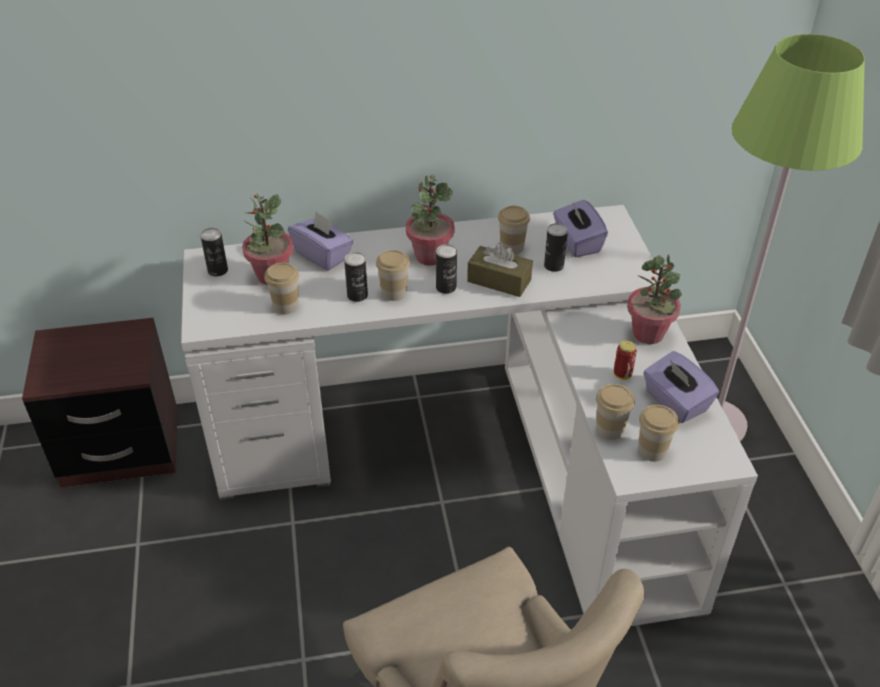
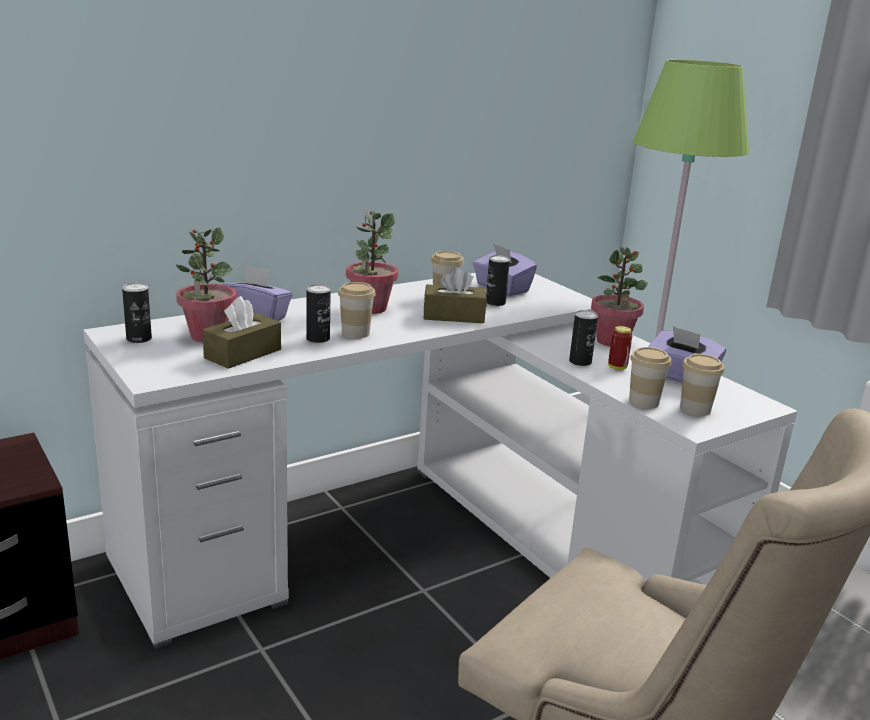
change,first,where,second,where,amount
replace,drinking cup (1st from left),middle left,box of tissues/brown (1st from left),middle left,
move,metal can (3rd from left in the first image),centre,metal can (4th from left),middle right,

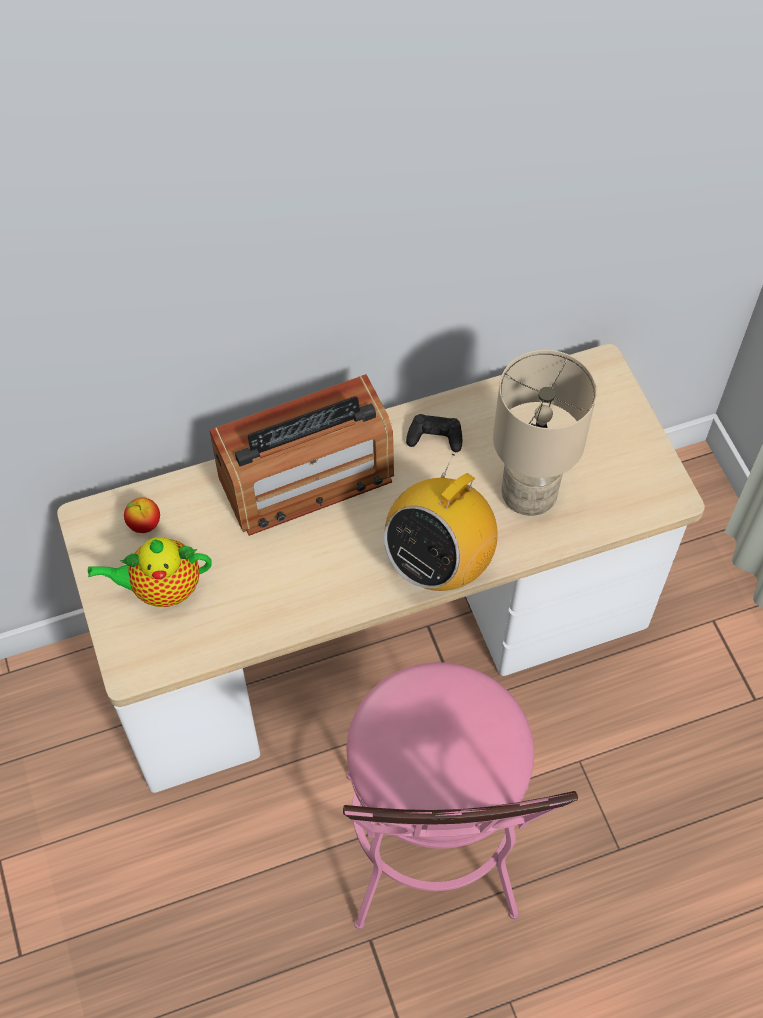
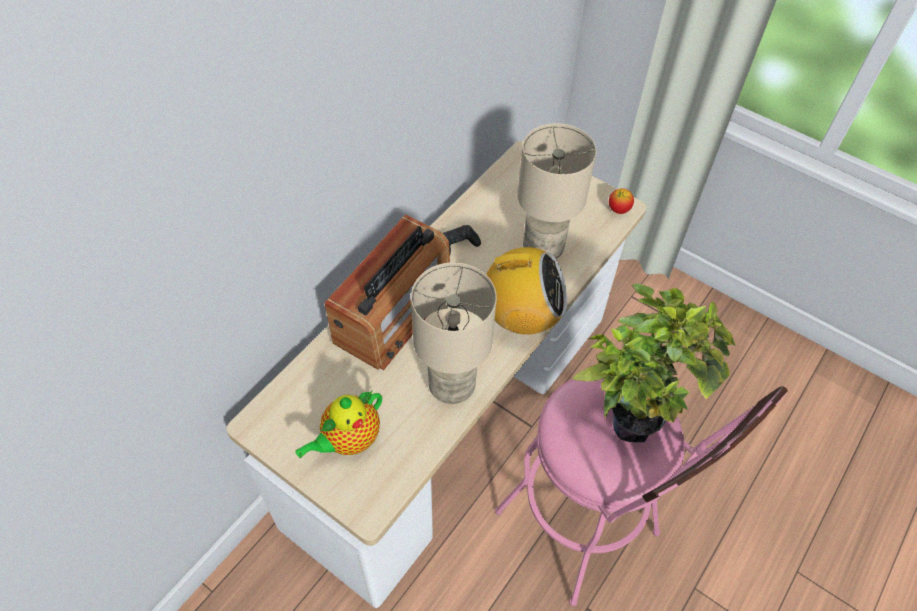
change,first,where,second,where,amount
move,apple,middle left,,top right,
rotate,radio set (2nd from left),centre,,centre,90 degrees counterclockwise
insert,,,lamp for a table/beige (1st from left),centre,
insert,,,potted plant,middle right,

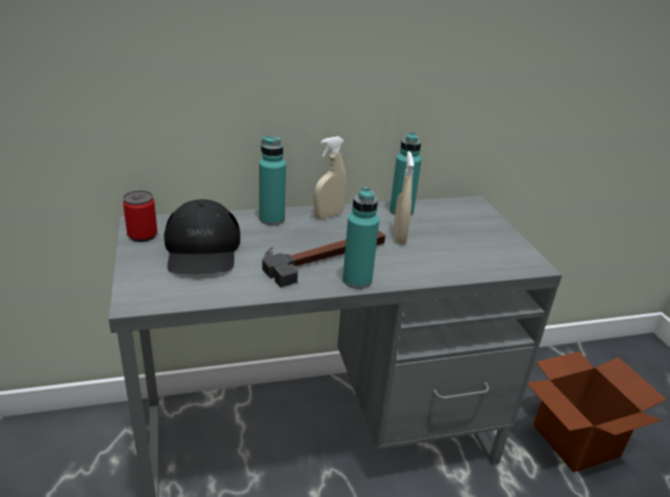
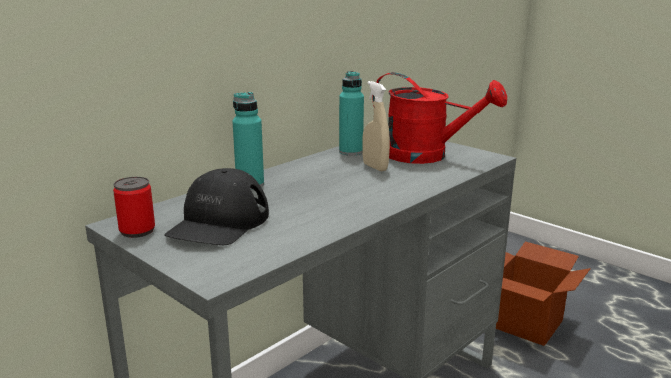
change,first,where,second,where,amount
rotate,peaked cap/blackish,middle left,,middle left,60 degrees clockwise
delete,tool hammer,centre,,,
delete,spray bottle/beige (1st from left),centre,,,
delete,beverage bottle/turquoise-coloured (2nd from left),centre,,,
insert,,,sprinkling can/red,top centre,

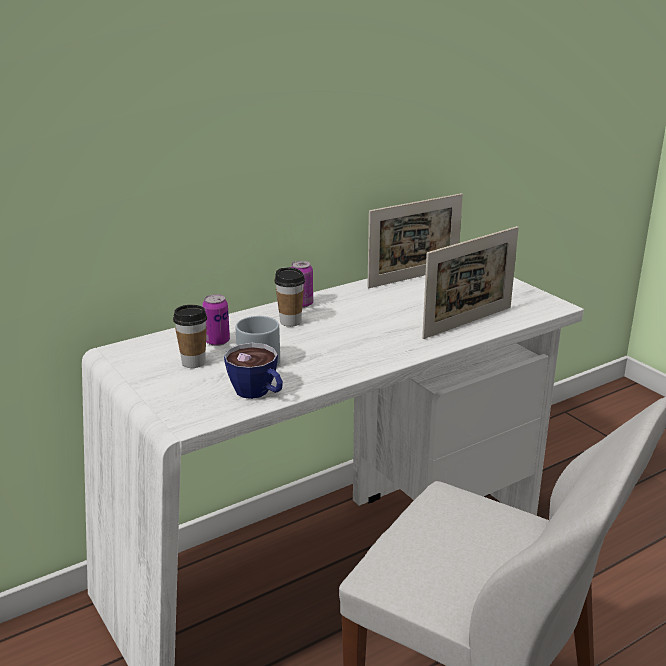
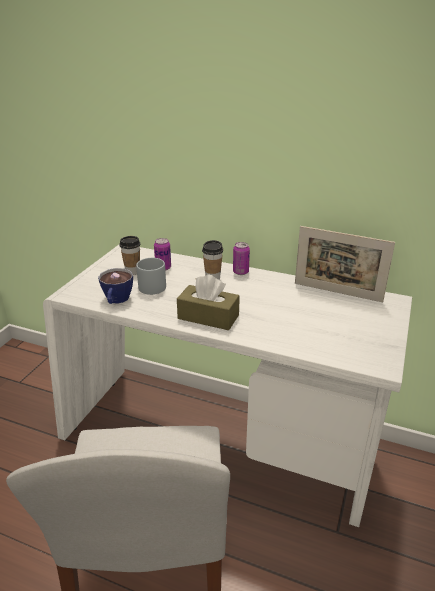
change,first,where,second,where,amount
delete,picture frame (2nd from left),middle right,,,
insert,,,box of tissues/brown,centre,

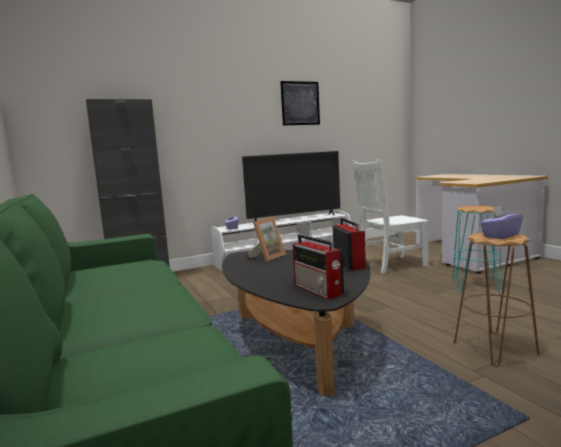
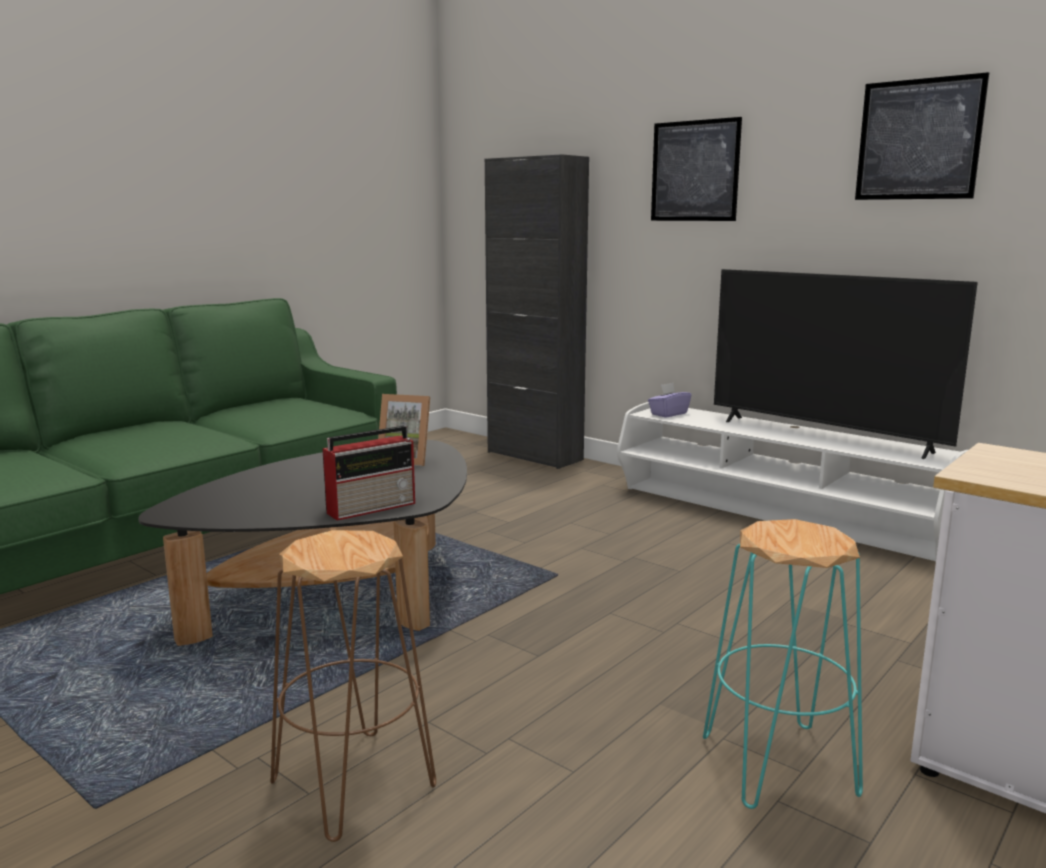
change,first,where,second,where,amount
delete,radio set (1st from left),centre,,,
delete,upright chair/white-coloured,middle right,,,
delete,box of tissues/purplish (2nd from left),middle right,,,
insert,,,picture (1st from left),top centre,

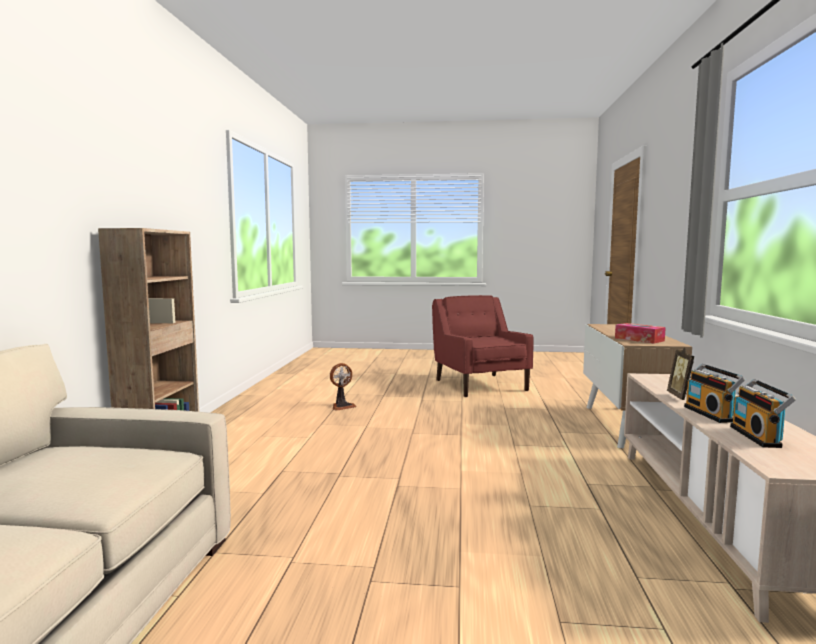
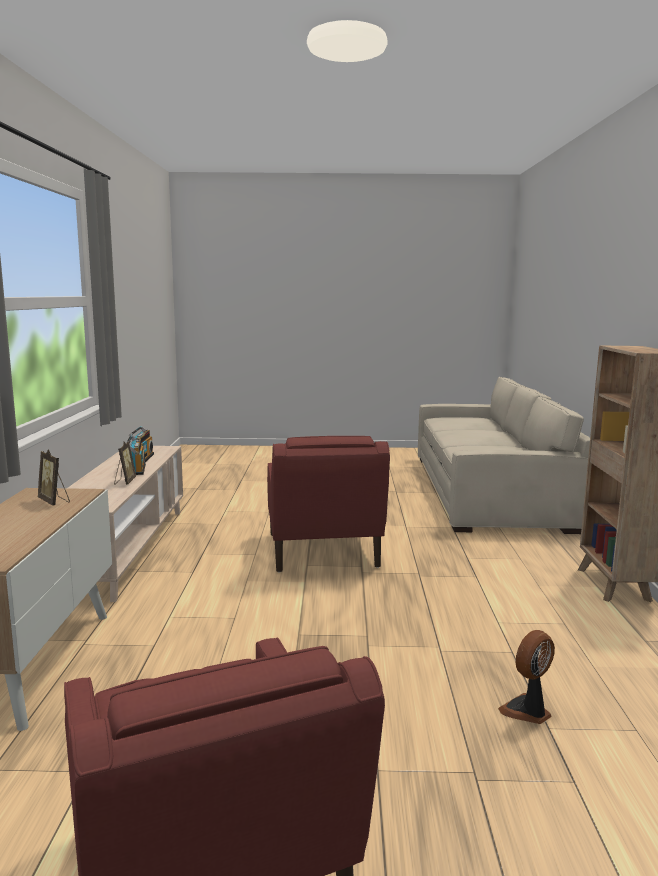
change,first,where,second,where,amount
replace,box of tissues,middle right,picture frame (1st from left),middle left,
insert,,,armchair/red (2nd from left),centre,

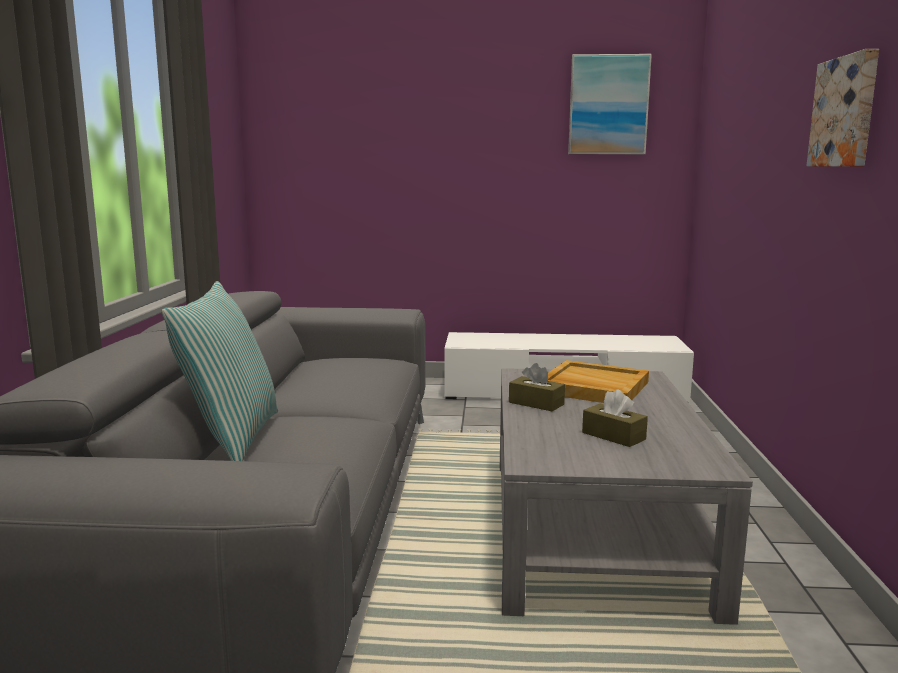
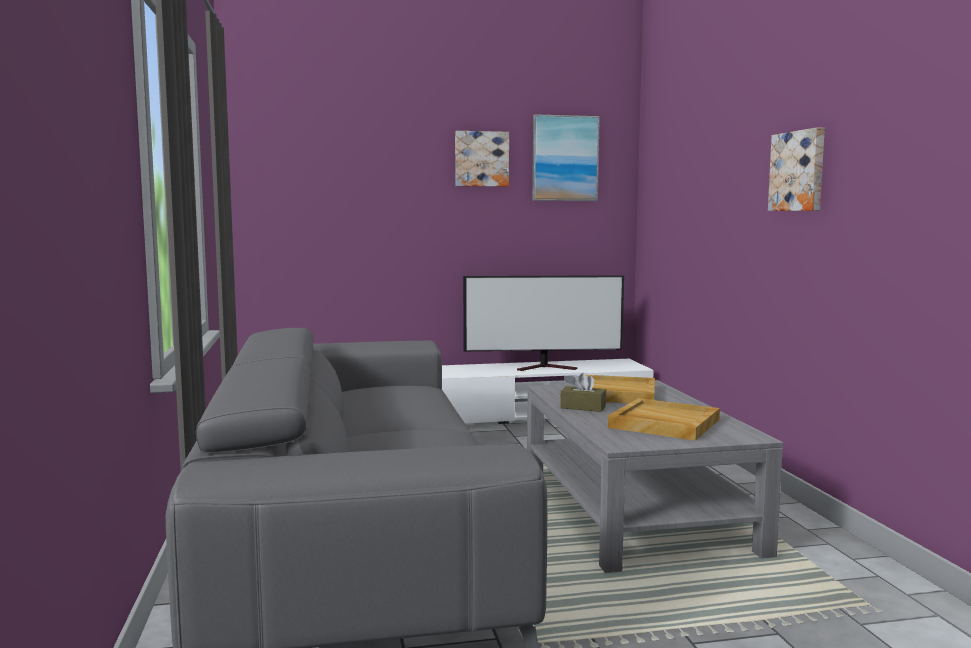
change,first,where,second,where,amount
delete,pillow,middle left,,,
replace,box of tissues/brown (2nd from left),middle right,tray/beige (2nd from left),middle right,
insert,,,picture (1st from left),top centre,
insert,,,TV,centre,

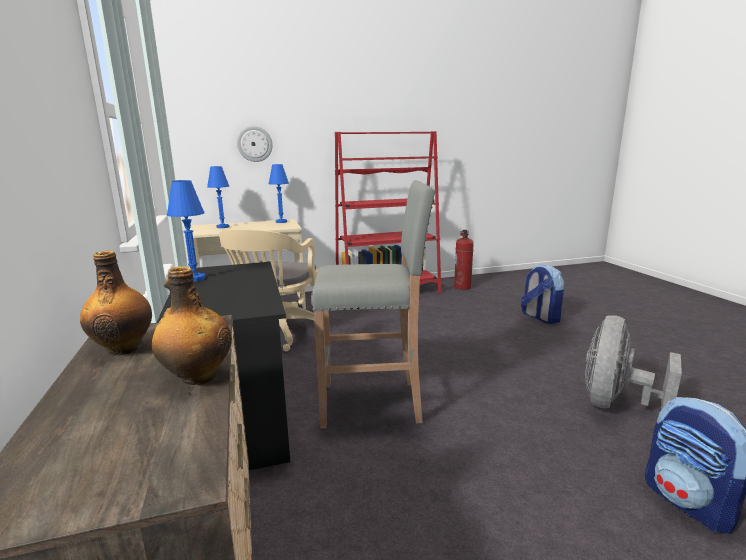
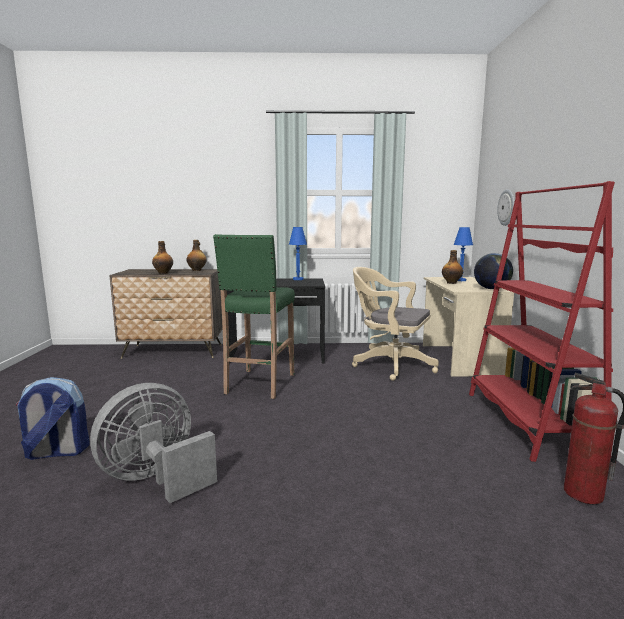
change,first,where,second,where,amount
replace,lamp for a table/bluish (3rd from left),centre,world globe,middle right,
recolor,stool/gray,centre,stool/greenish,centre,
delete,rucksack (1st from left),middle right,,,
rotate,cooling fan/gray,middle right,,bottom left,90 degrees counterclockwise
insert,,,beverage bottle (3rd from left),middle right,

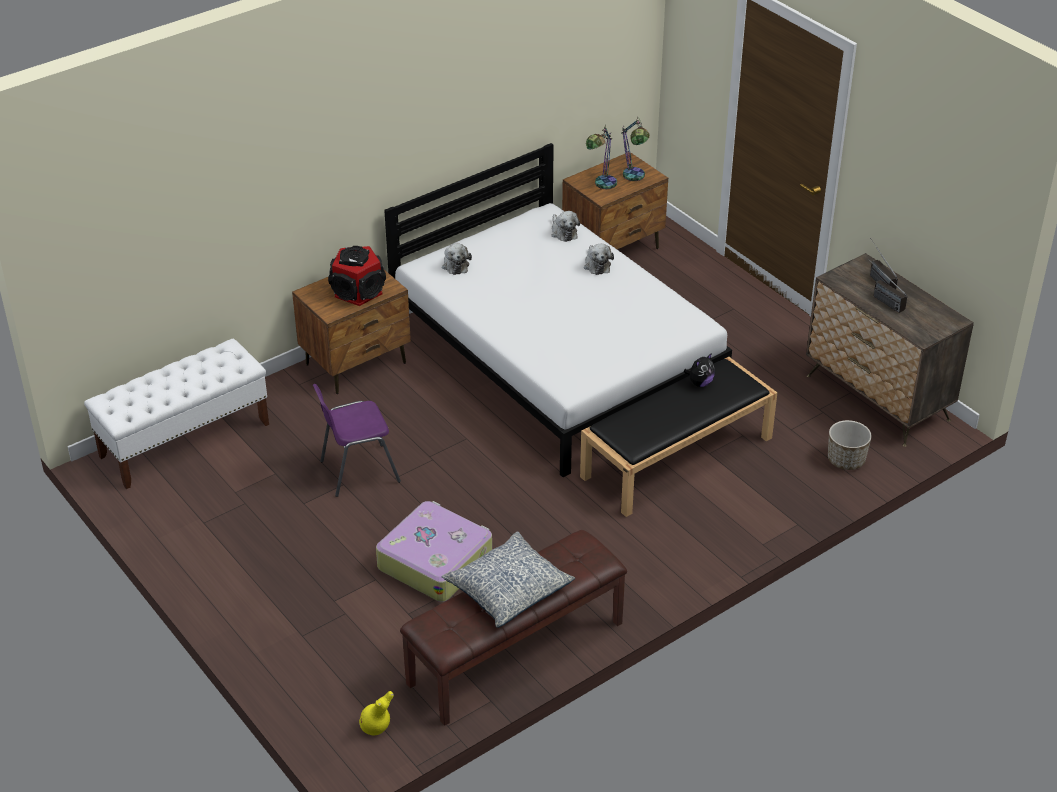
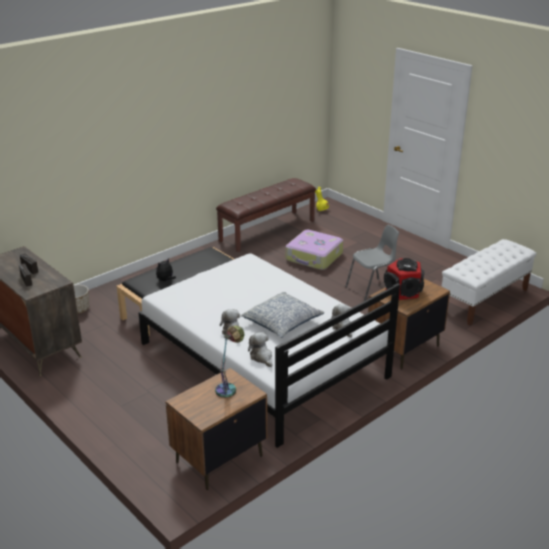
change,first,where,second,where,amount
recolor,upright chair/purplish,centre,upright chair/gray,middle right,
move,pillow,bottom centre,,centre,
delete,lamp for a table (2nd from left),top centre,,,

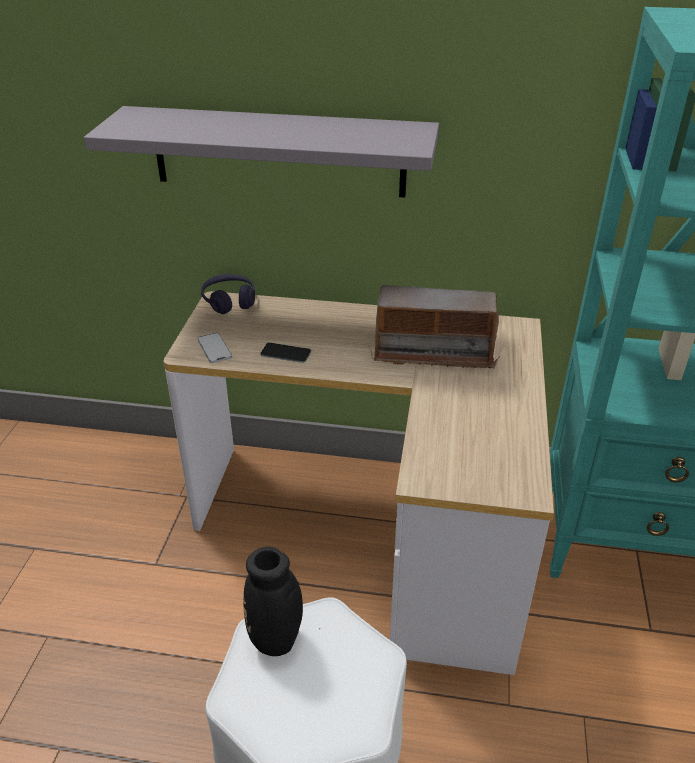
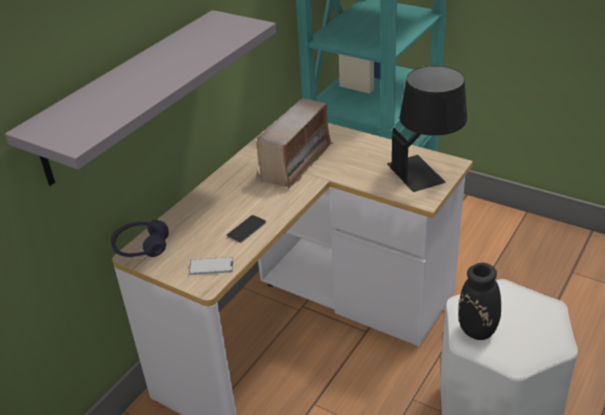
change,first,where,second,where,amount
insert,,,lamp for a table/blackish,top right,

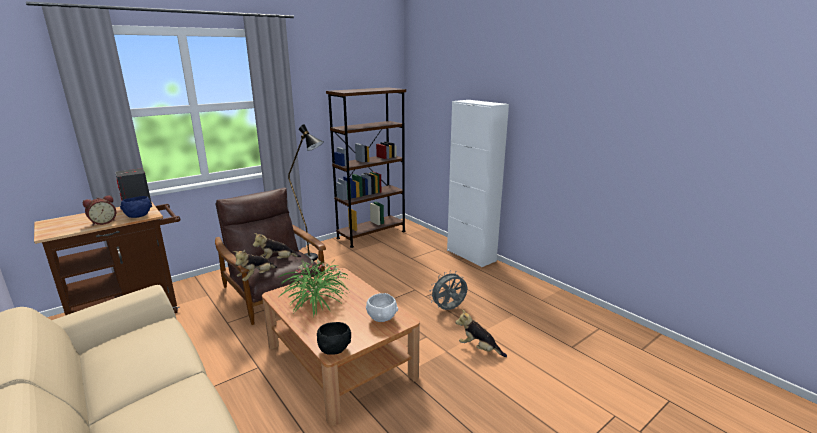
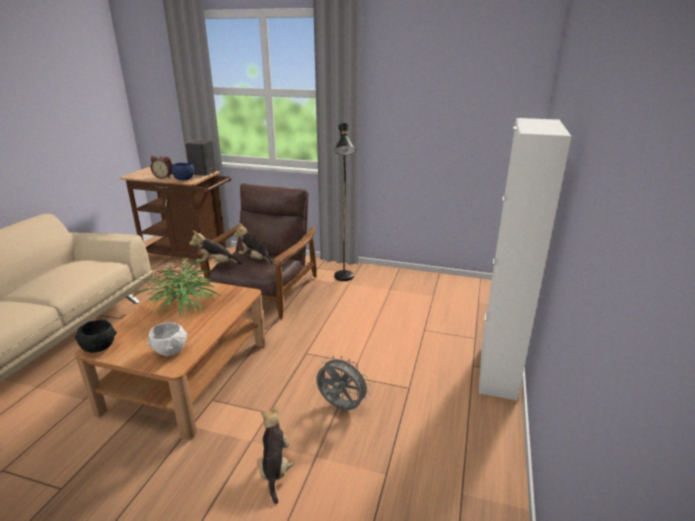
change,first,where,second,where,amount
delete,shelving unit/brown,centre,,,

